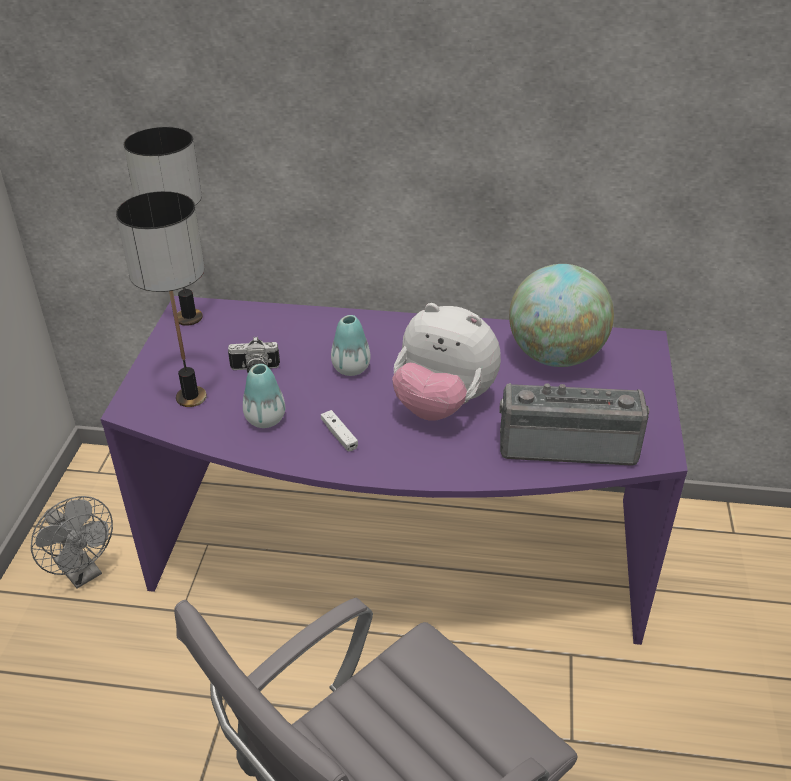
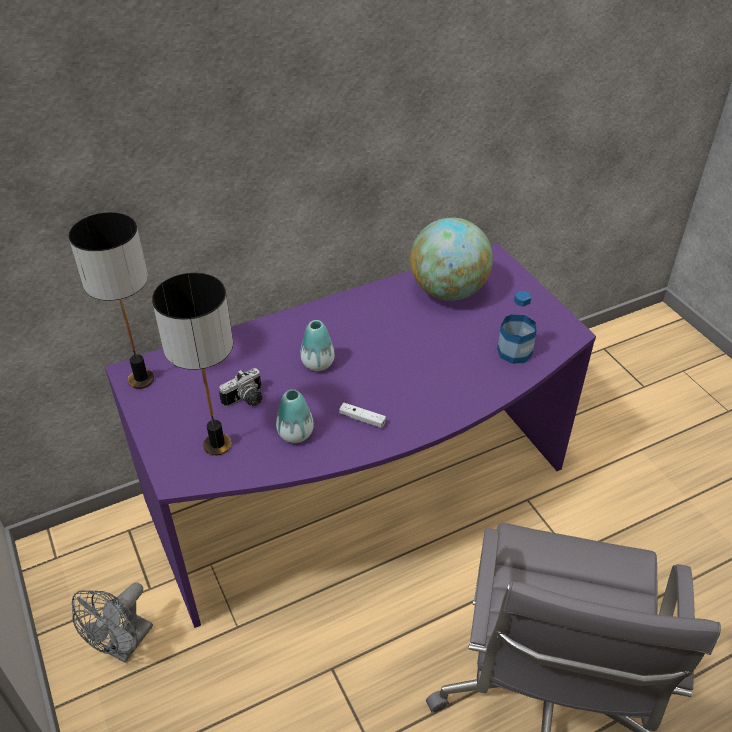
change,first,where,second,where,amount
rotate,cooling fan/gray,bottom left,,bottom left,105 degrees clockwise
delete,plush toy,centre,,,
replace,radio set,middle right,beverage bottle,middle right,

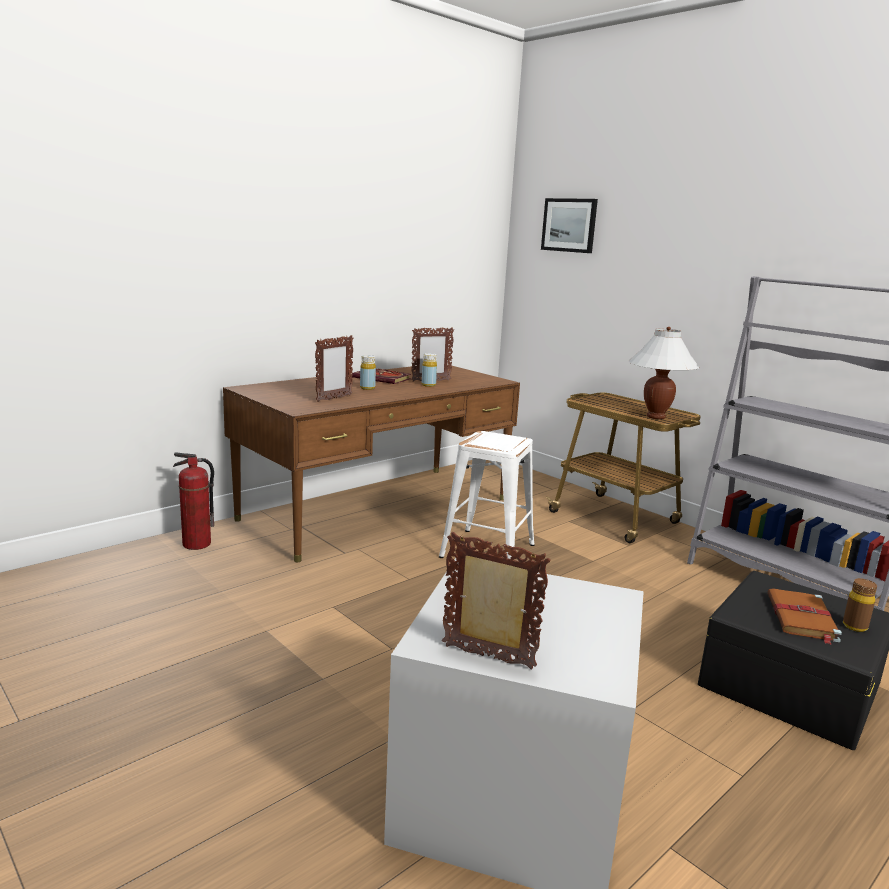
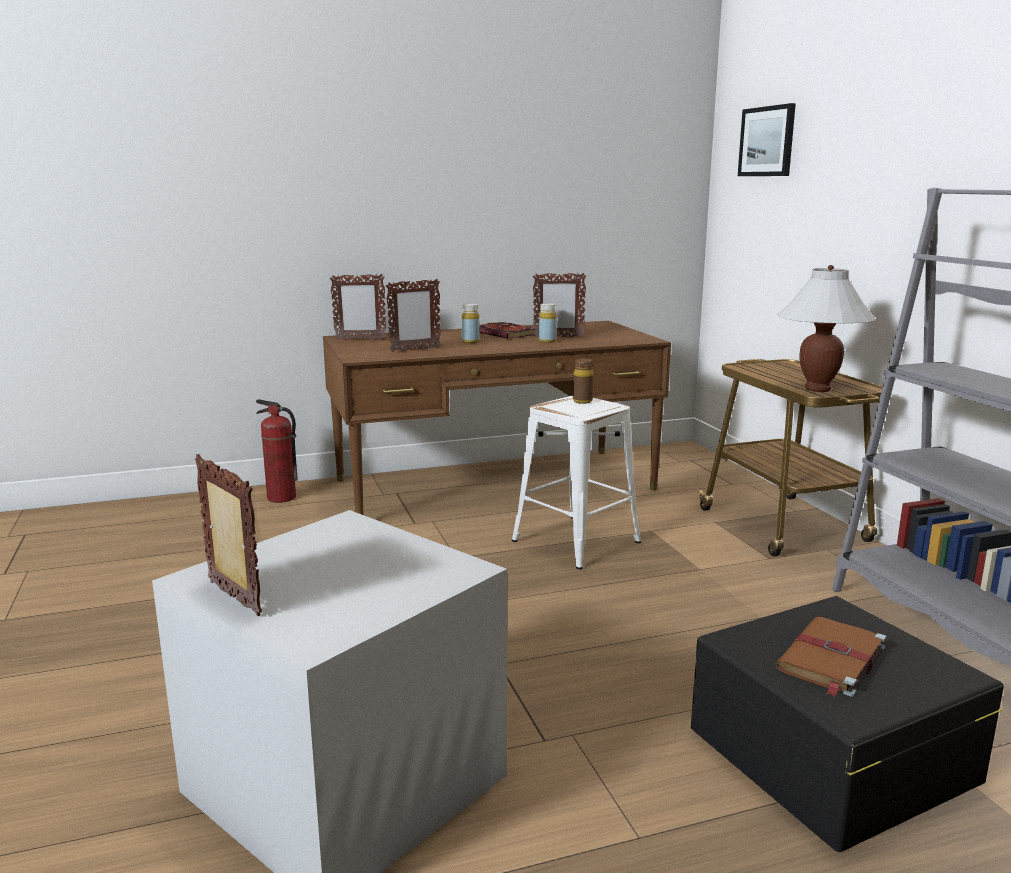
change,first,where,second,where,amount
move,beverage bottle/brown,bottom right,,centre,
insert,,,picture frame (2nd from left),centre,

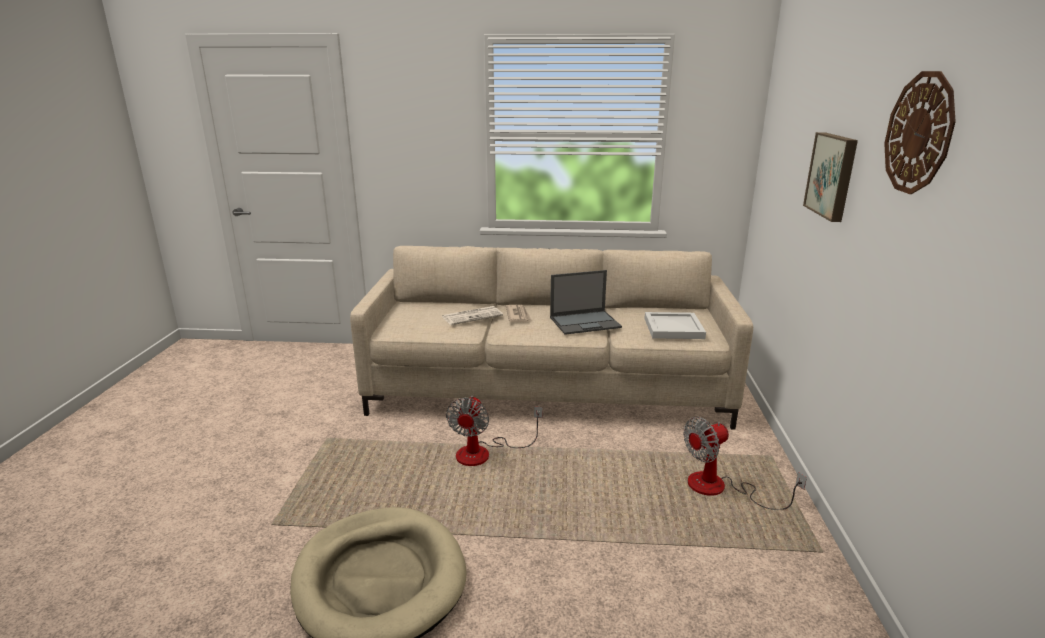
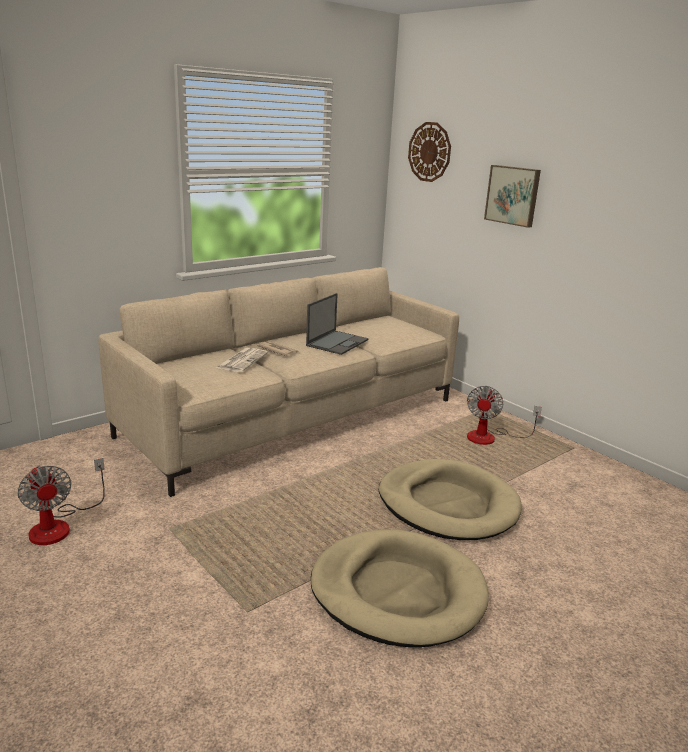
change,first,where,second,where,amount
move,cooling fan (1st from left),bottom centre,,middle left,
delete,tray/white-coloured,centre,,,
move,hanging clock,top right,,top centre,
insert,,,dog bed/beige (2nd from left),centre,

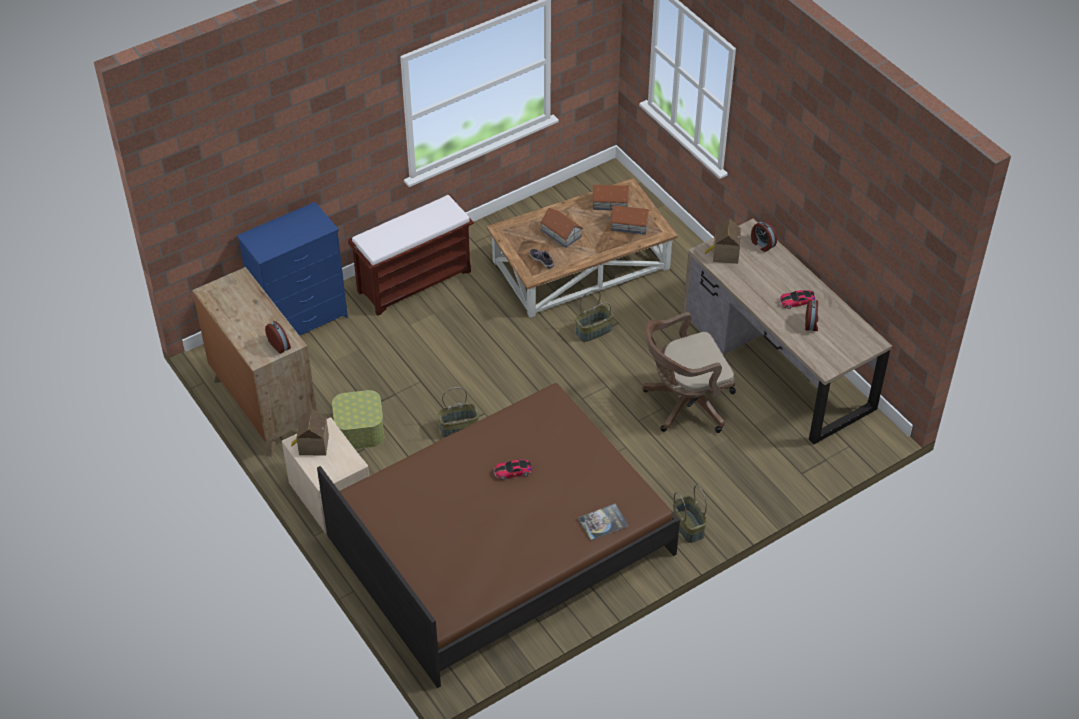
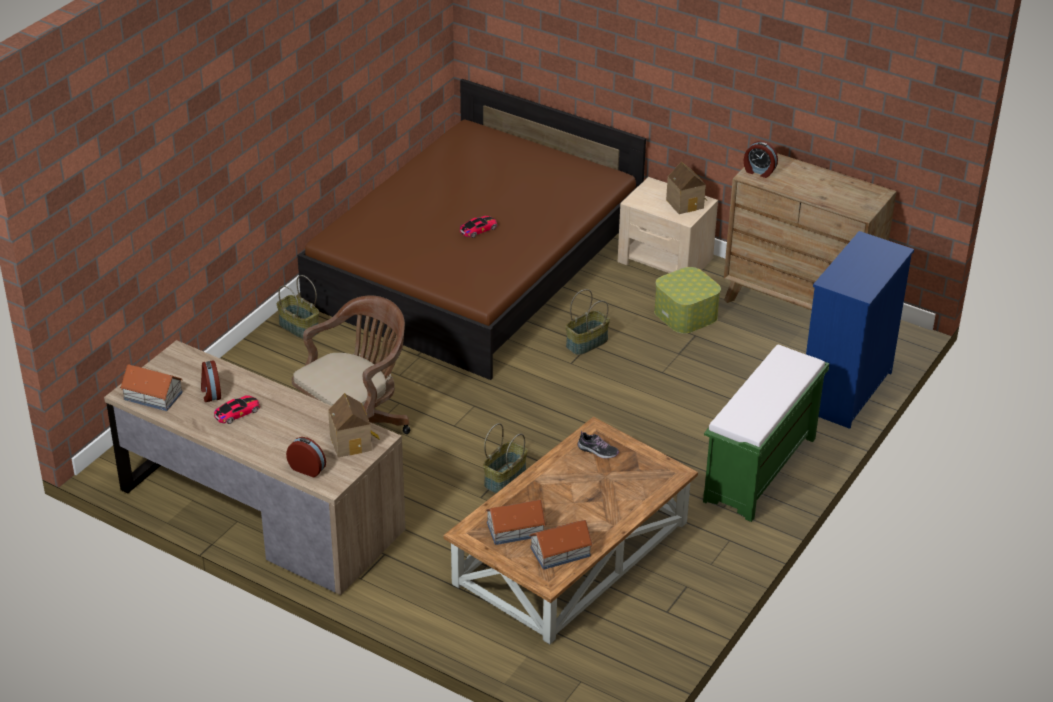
change,first,where,second,where,amount
recolor,long seat/brown,centre,long seat/greenish,middle right,
move,miniature house (2nd from left in the first image),top centre,miniature house (1st from left),middle left,
delete,bound book,bottom centre,,,

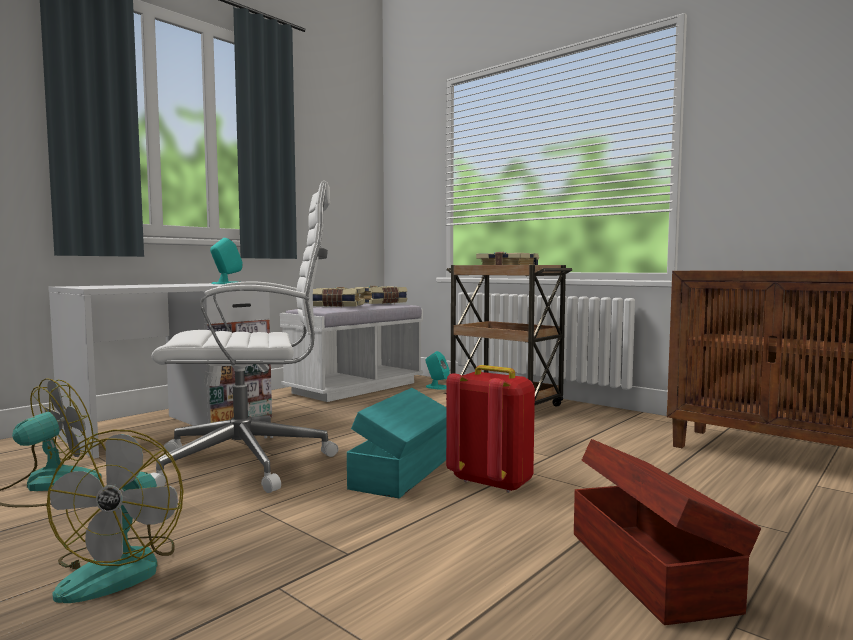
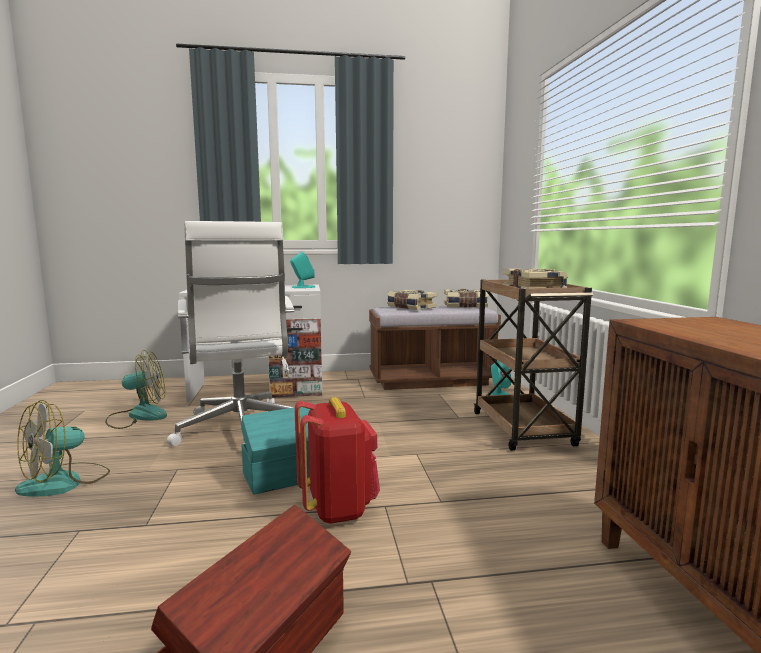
change,first,where,second,where,amount
rotate,desk chair/white-coloured,middle left,,middle left,45 degrees clockwise
recolor,long seat/white-coloured,centre,long seat/brown,centre,

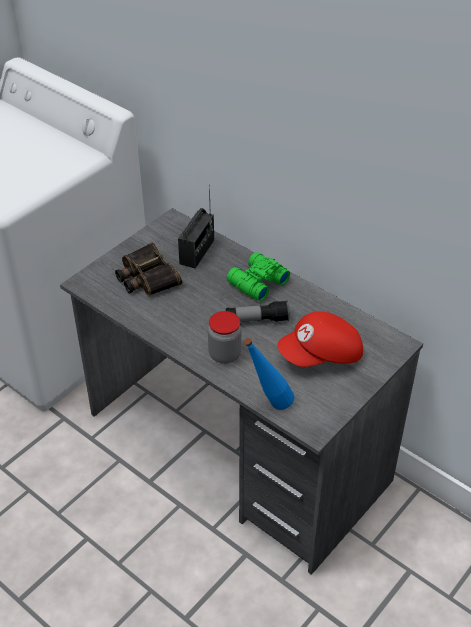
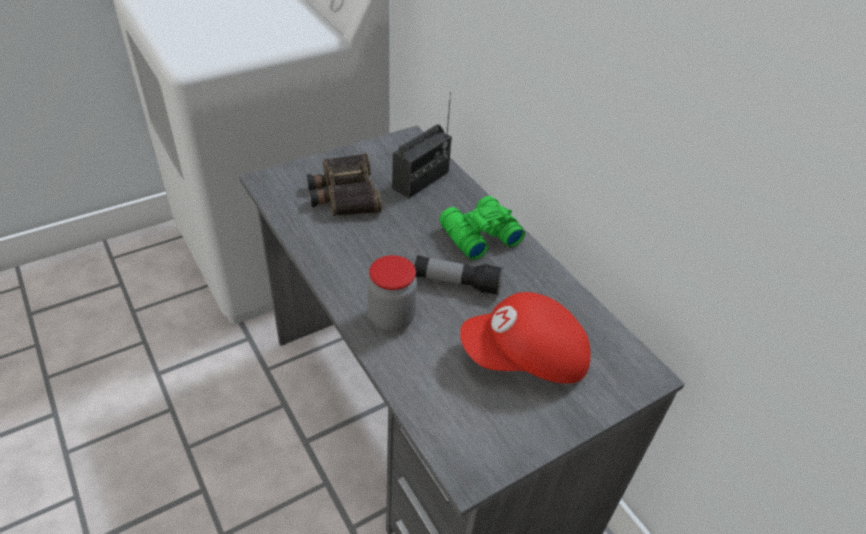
change,first,where,second,where,amount
delete,beverage bottle/bluish,centre,,,

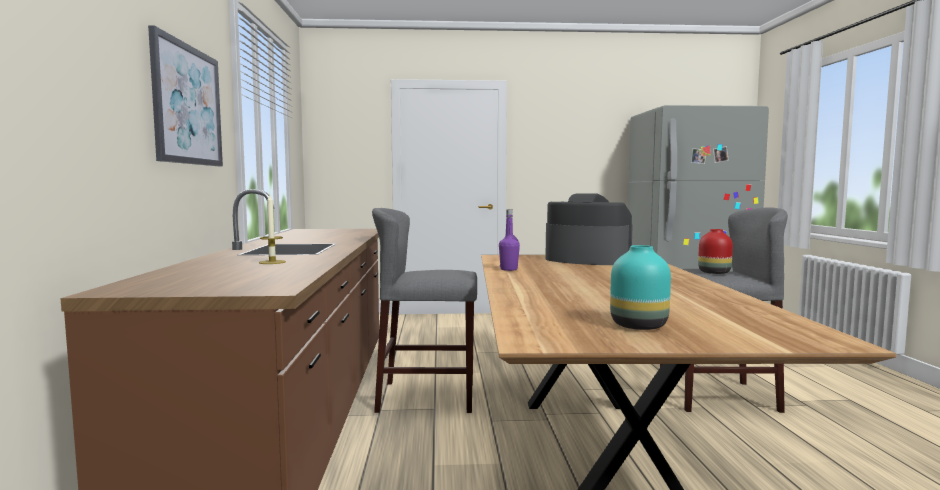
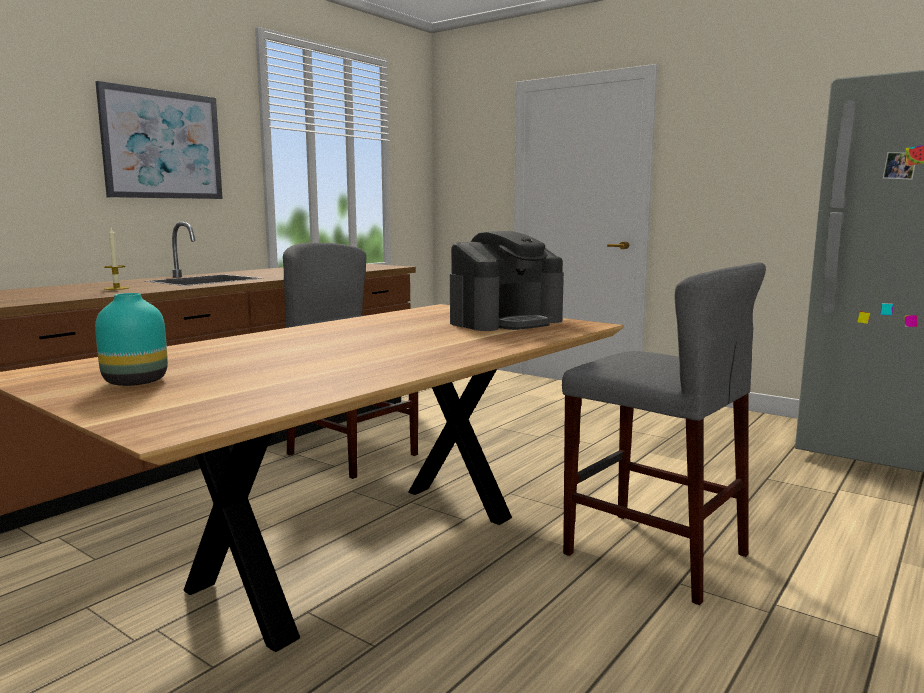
change,first,where,second,where,amount
delete,beverage bottle/purplish,centre,,,
rotate,coffee maker,centre,,centre,75 degrees clockwise
delete,decorative vase/red,middle right,,,

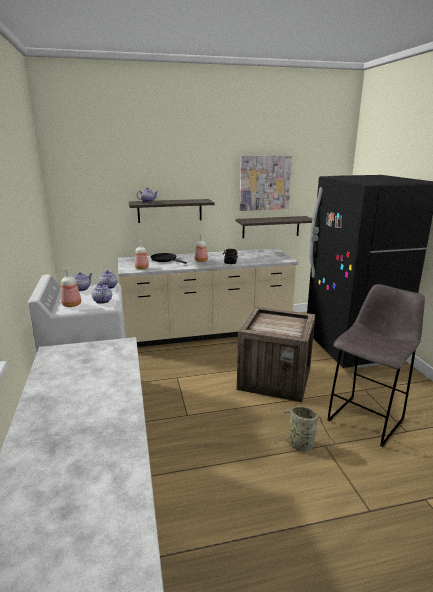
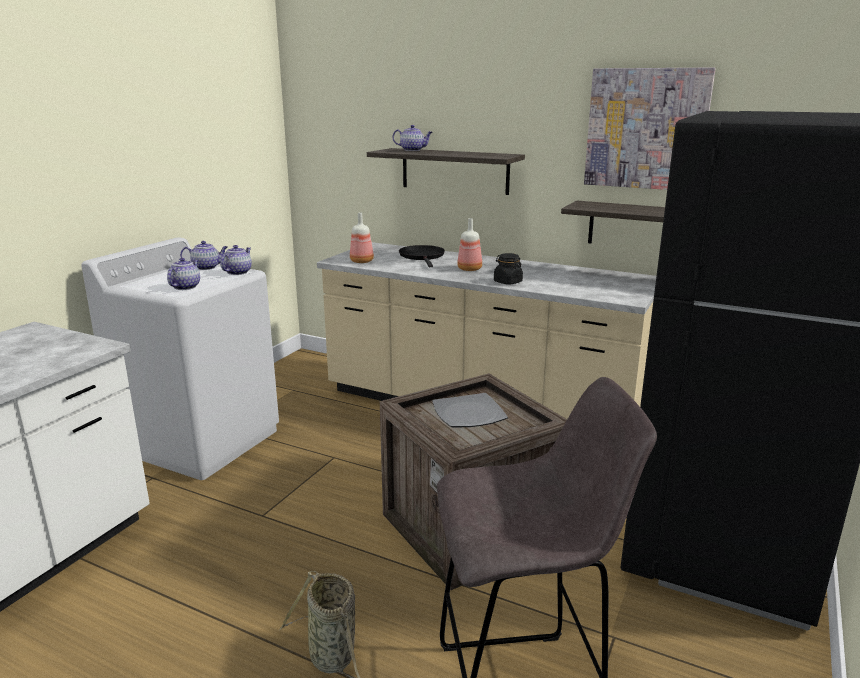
change,first,where,second,where,amount
delete,beverage bottle (1st from left),middle left,,,
insert,,,plate,centre,

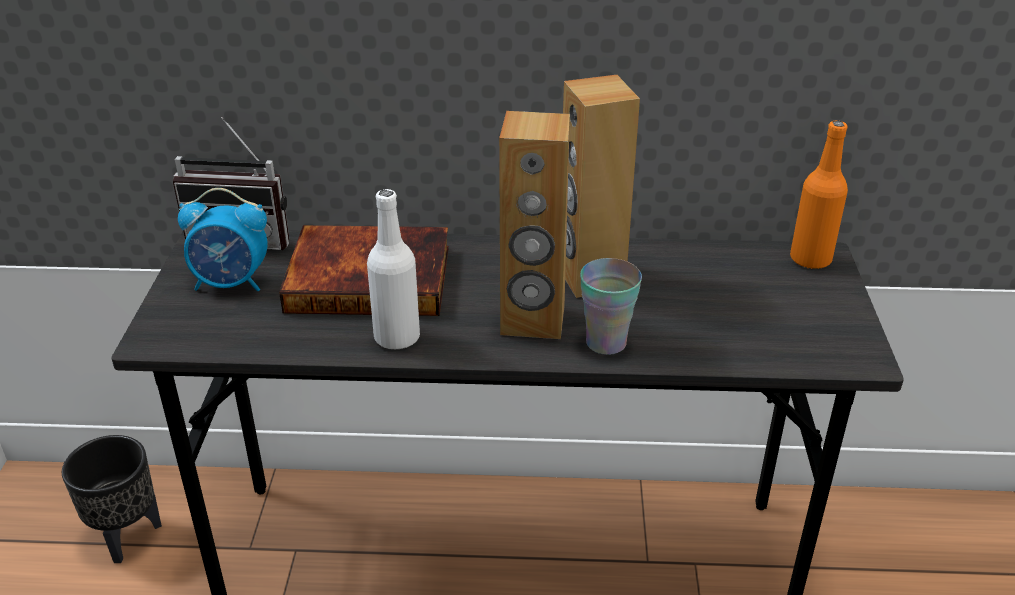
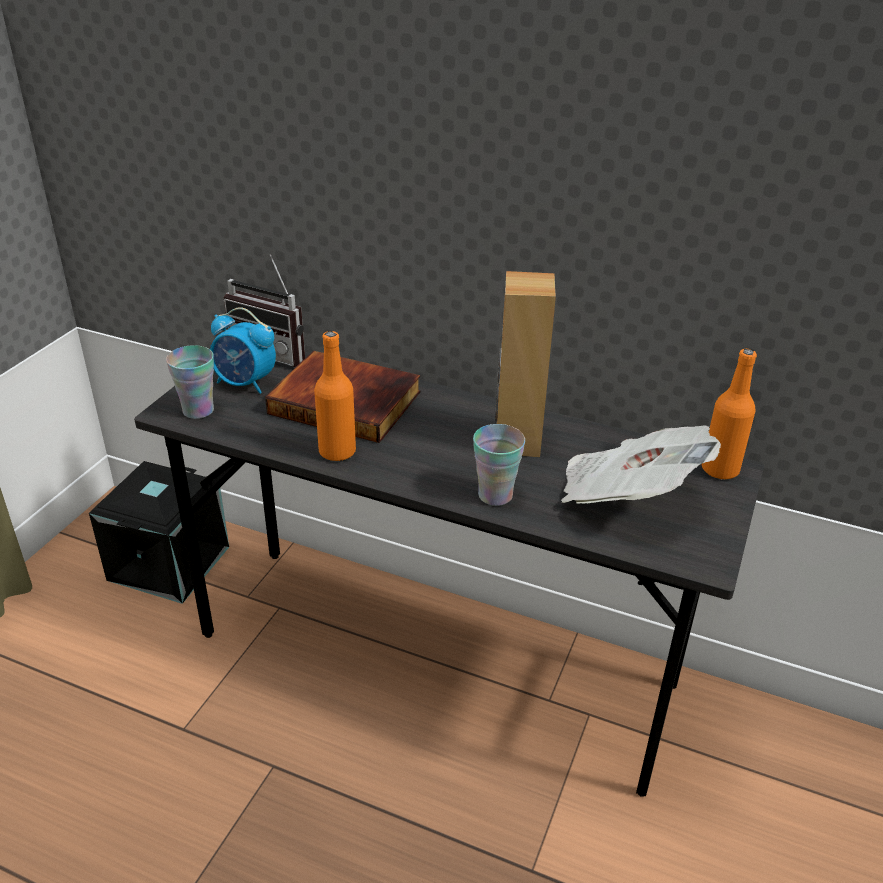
change,first,where,second,where,amount
replace,planter/blackish,bottom left,storage bin/blackish,middle left,
recolor,beverage bottle/white-coloured,centre,beverage bottle/orange-coloured (1st from left),centre,
delete,loudspeaker/brown (1st from left),centre,,,
insert,,,drinking cup (1st from left),middle left,
insert,,,printed paper,middle right,

